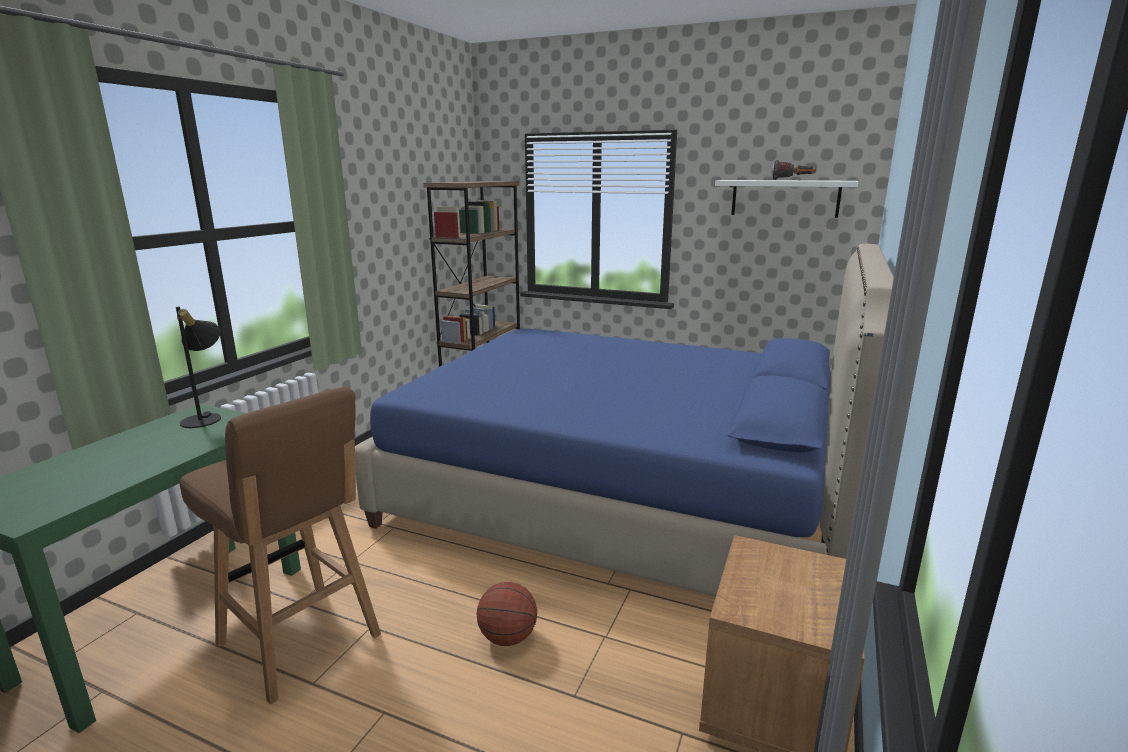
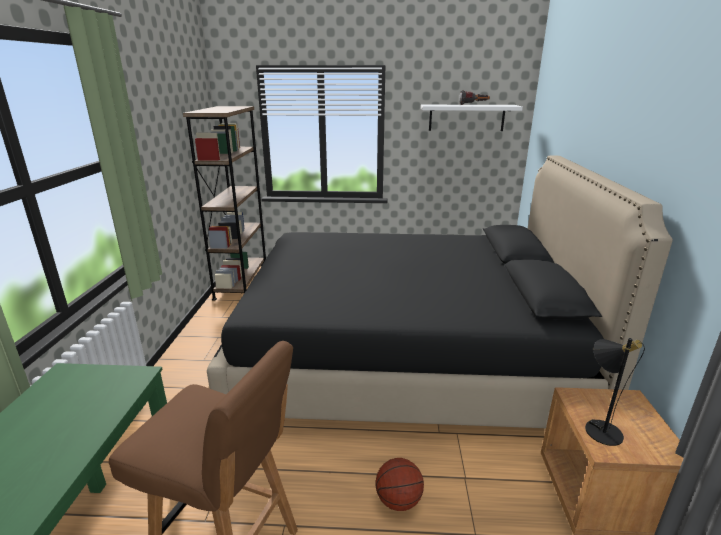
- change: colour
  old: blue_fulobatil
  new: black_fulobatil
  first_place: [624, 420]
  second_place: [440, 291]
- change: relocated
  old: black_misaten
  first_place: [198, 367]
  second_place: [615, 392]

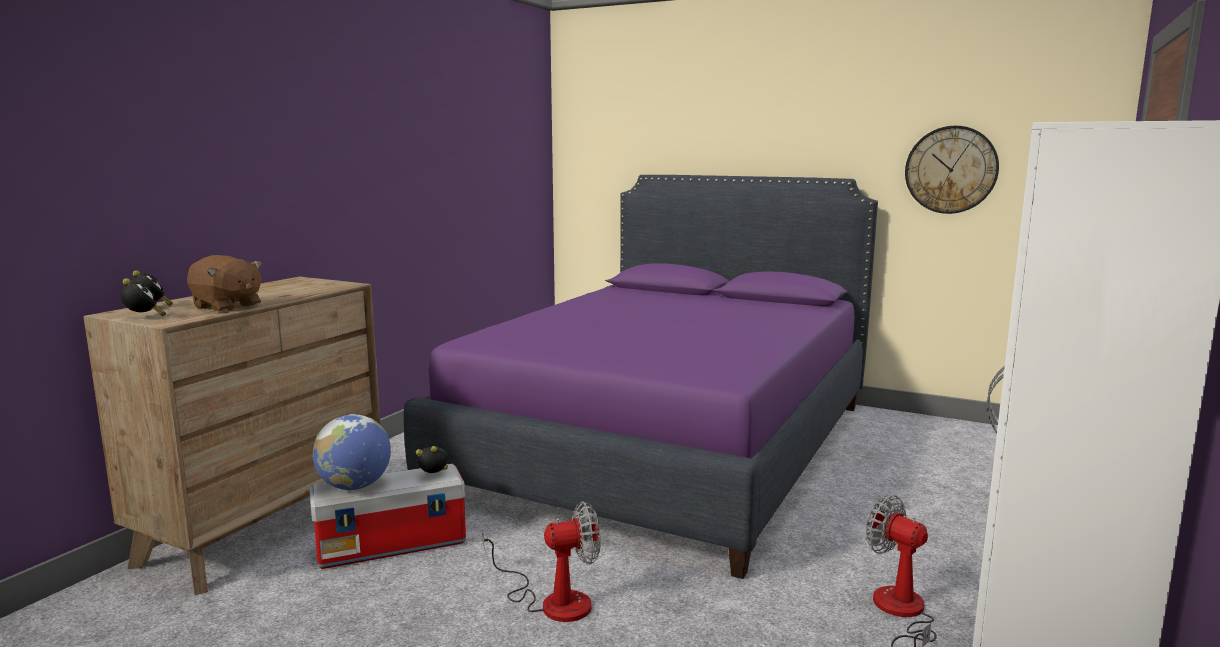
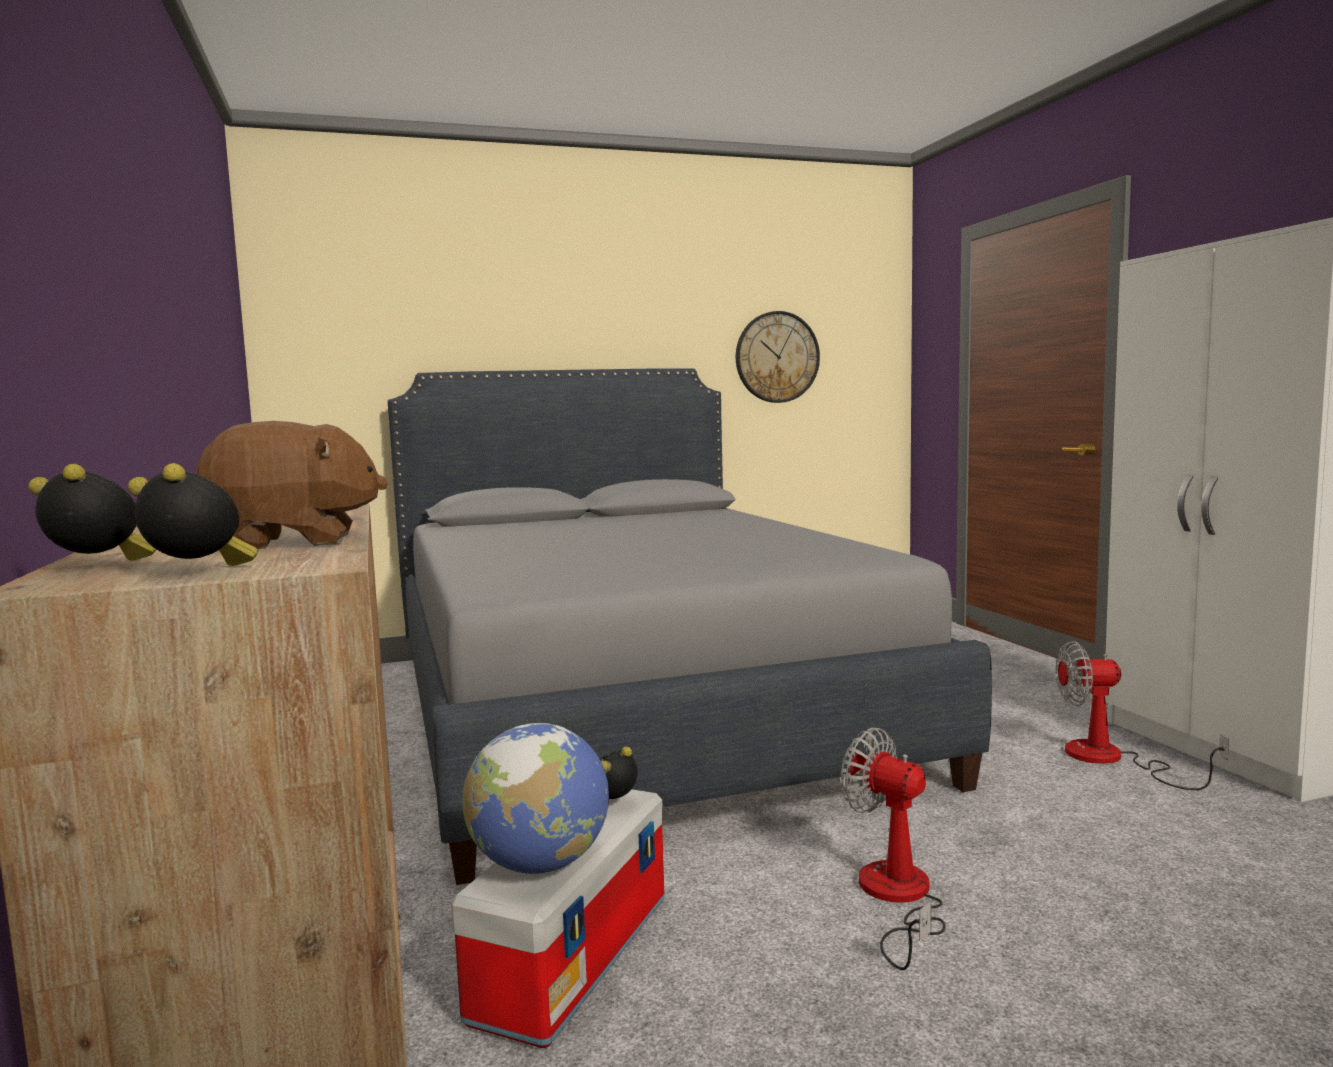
- change: colour
  old: purple_fulobatil
  new: grey_fulobatil
  first_place: [641, 377]
  second_place: [690, 627]
- change: spun
  old: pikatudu
  first_place: [541, 561]
  second_place: [892, 849]
  degrees: -75

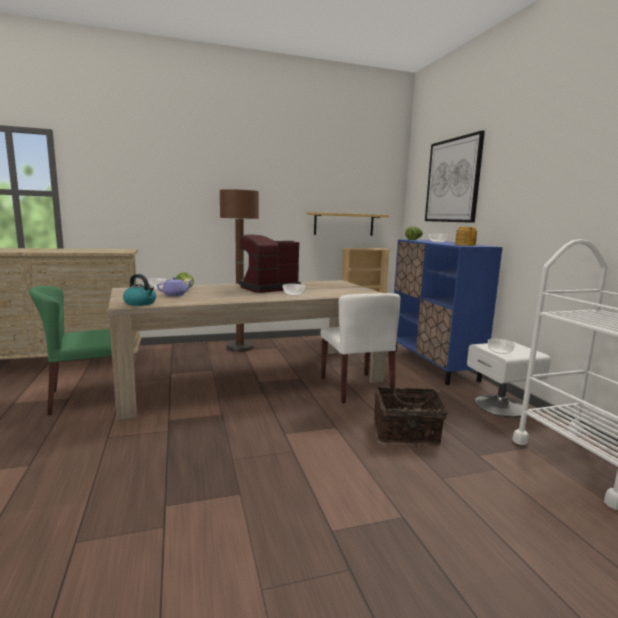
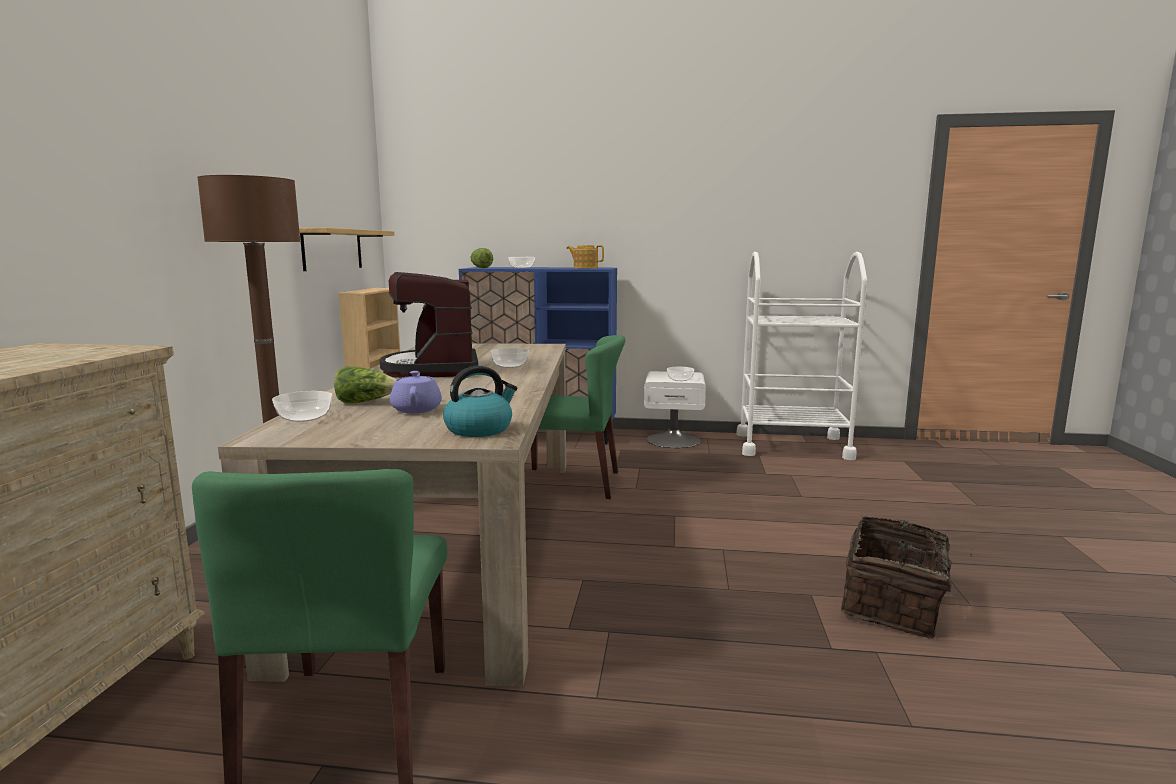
- change: colour
  old: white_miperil
  new: green_miperil
  first_place: [360, 348]
  second_place: [578, 417]
- change: relocated
  old: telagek
  first_place: [410, 415]
  second_place: [907, 577]
- change: missing
  old: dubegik
  first_place: [455, 177]

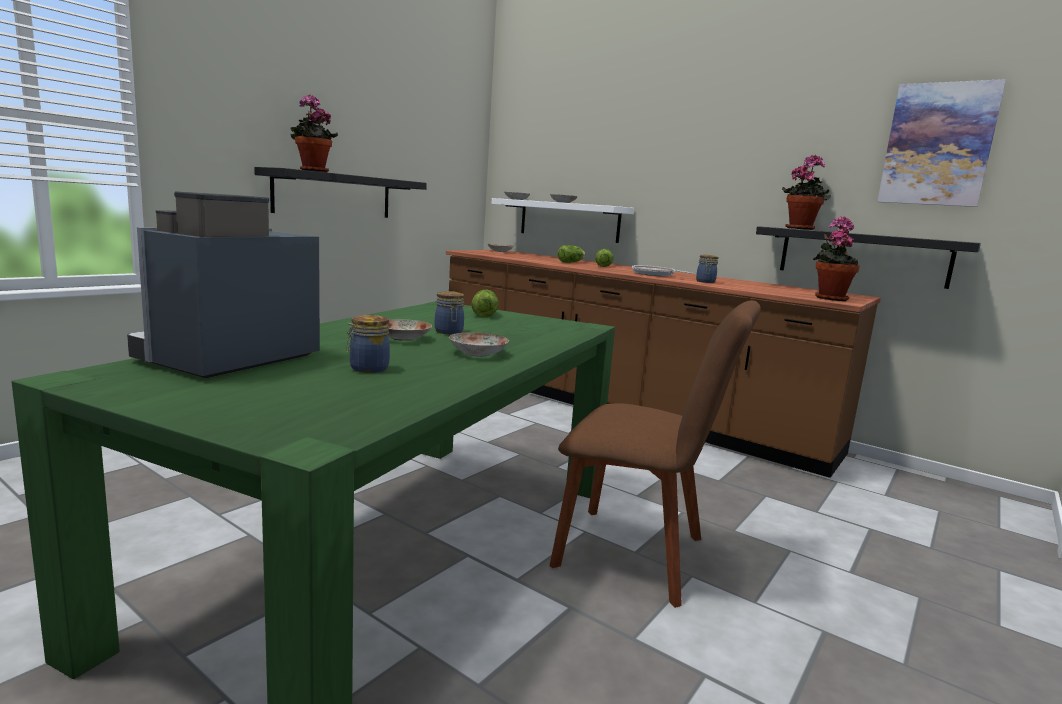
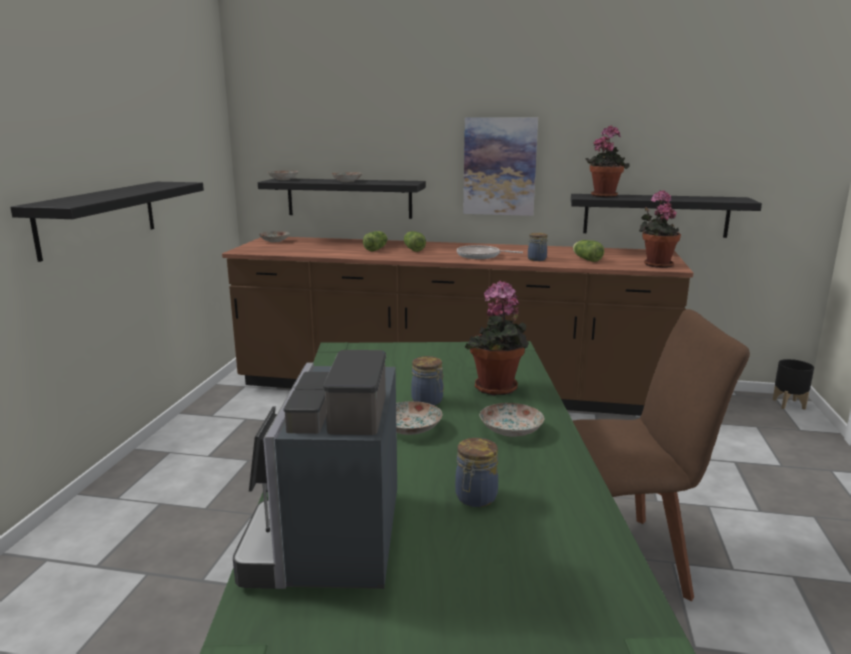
- change: colour
  old: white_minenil
  new: black_minenil
  first_place: [562, 220]
  second_place: [342, 198]
- change: relocated
  old: dubegik
  first_place: [941, 143]
  second_place: [500, 166]
- change: relocated
  old: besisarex
  first_place: [314, 133]
  second_place: [497, 337]
- change: relocated
  old: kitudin
  first_place: [485, 303]
  second_place: [588, 251]
- change: appeared
  new: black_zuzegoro
  second_place: [793, 384]

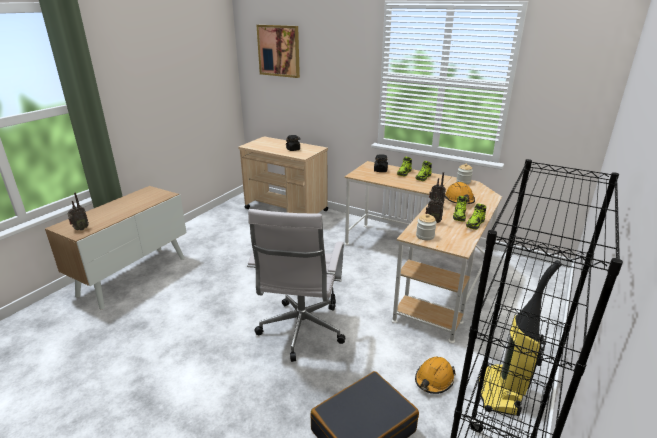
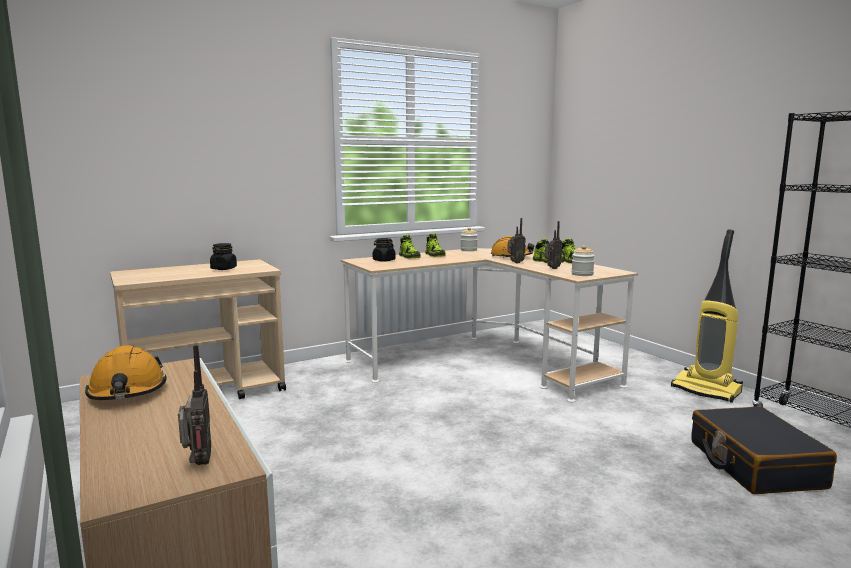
- change: relocated
  old: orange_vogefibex
  first_place: [435, 375]
  second_place: [126, 372]
- change: missing
  old: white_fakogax
  first_place: [296, 285]
- change: missing
  old: dubegik
  first_place: [278, 51]

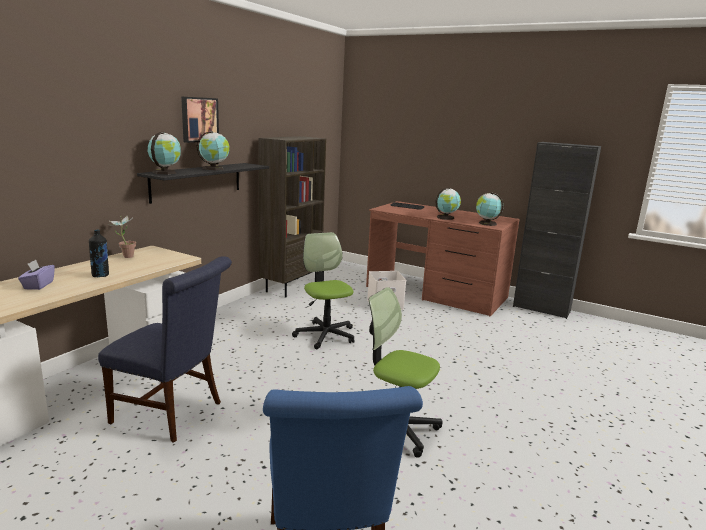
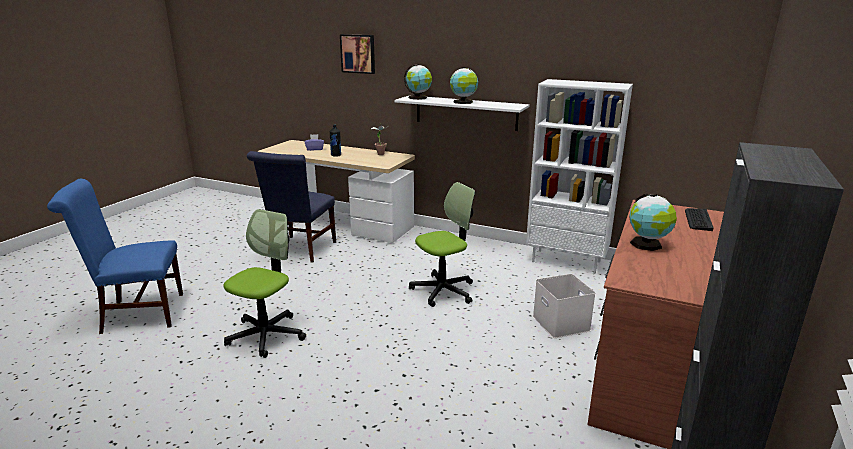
- change: relocated
  old: dubegik
  first_place: [200, 120]
  second_place: [357, 54]
- change: colour
  old: black_minenil
  new: white_minenil
  first_place: [203, 183]
  second_place: [461, 113]
- change: colour
  old: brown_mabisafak
  new: white_mabisafak
  first_place: [292, 217]
  second_place: [579, 176]
- change: missing
  old: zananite
  first_place: [490, 209]

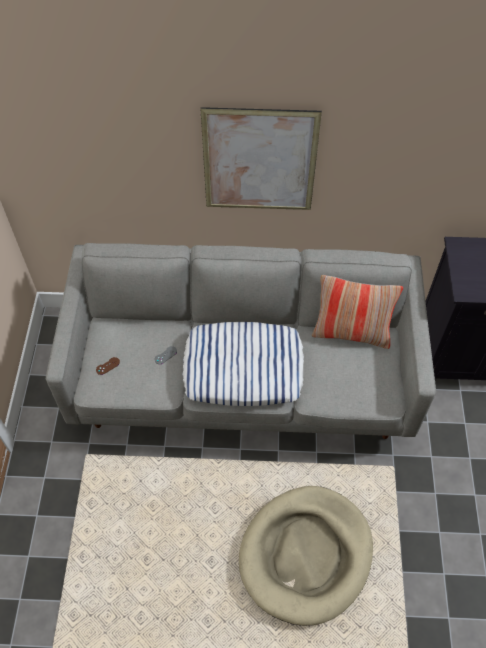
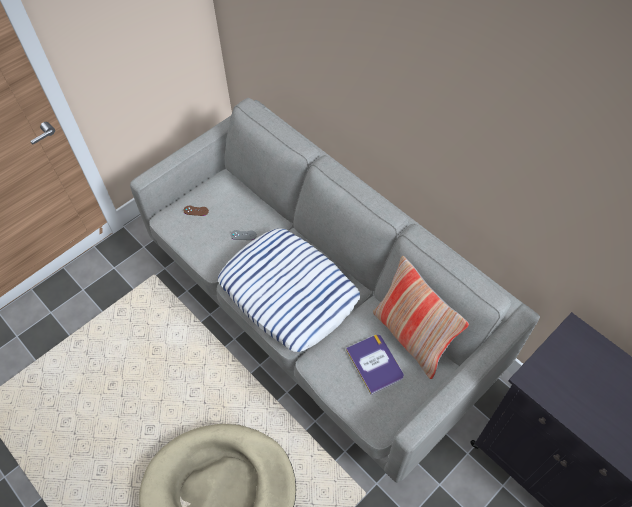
- change: appeared
  new: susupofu
  second_place: [375, 364]
- change: missing
  old: dubegik
  first_place: [261, 158]

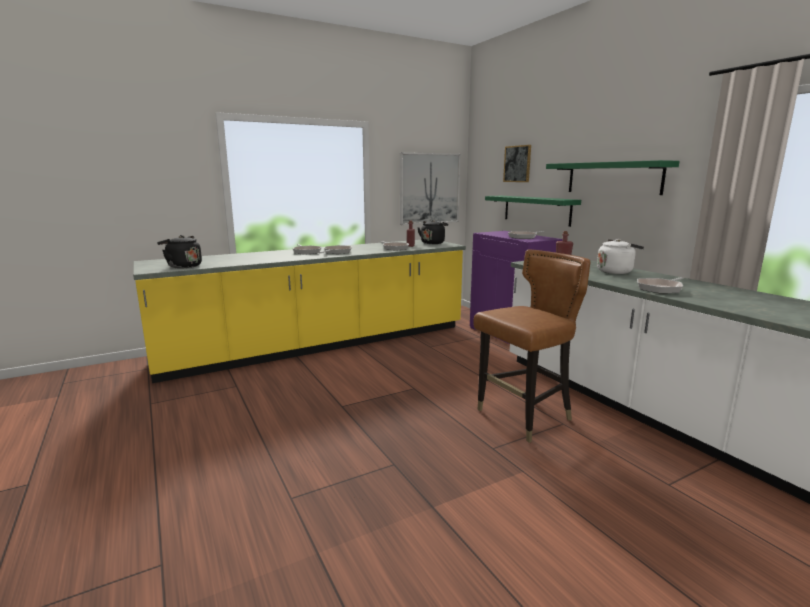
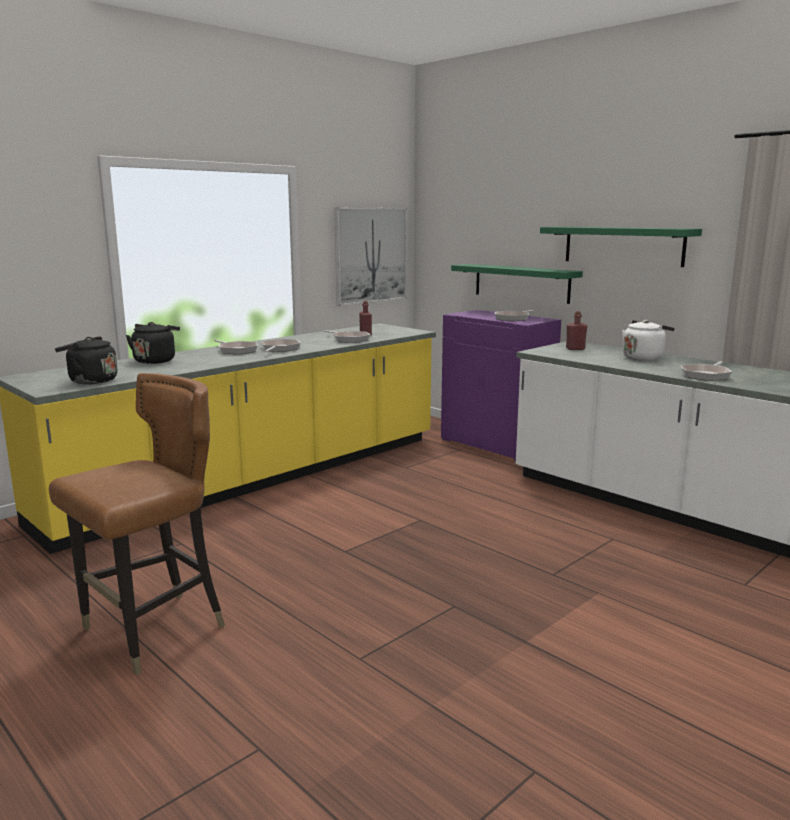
- change: relocated
  old: brown_miperil
  first_place: [531, 346]
  second_place: [137, 524]
- change: relocated
  old: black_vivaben
  first_place: [432, 232]
  second_place: [153, 343]
- change: missing
  old: dubegik
  first_place: [517, 163]

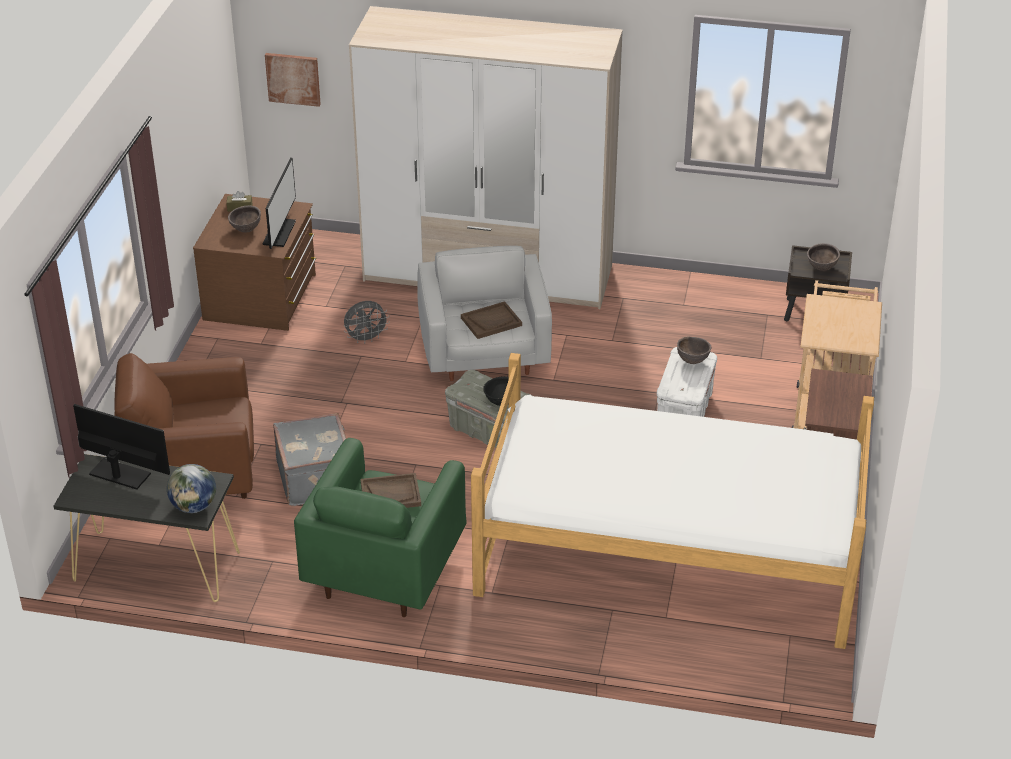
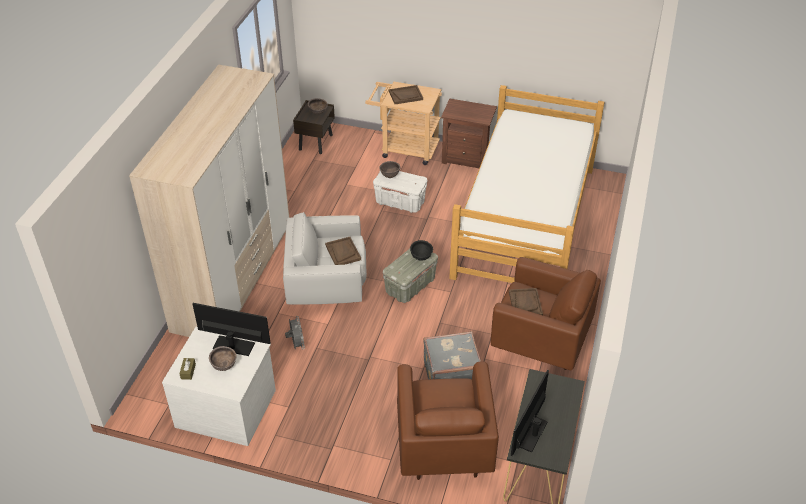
- change: colour
  old: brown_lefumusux
  new: white_lefumusux
  first_place: [254, 262]
  second_place: [219, 386]
- change: appeared
  new: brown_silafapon
  second_place: [406, 94]
- change: colour
  old: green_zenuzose
  new: brown_zenuzose
  first_place: [380, 527]
  second_place: [546, 313]
- change: missing
  old: zananite
  first_place: [191, 488]
- change: missing
  old: dubegik
  first_place: [293, 80]

